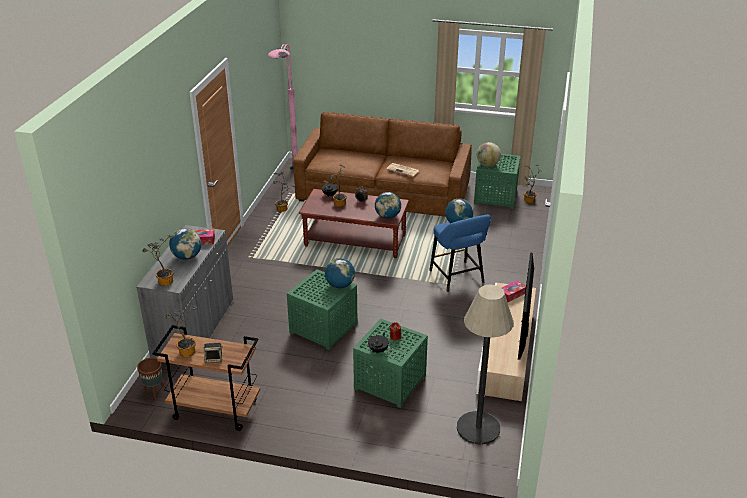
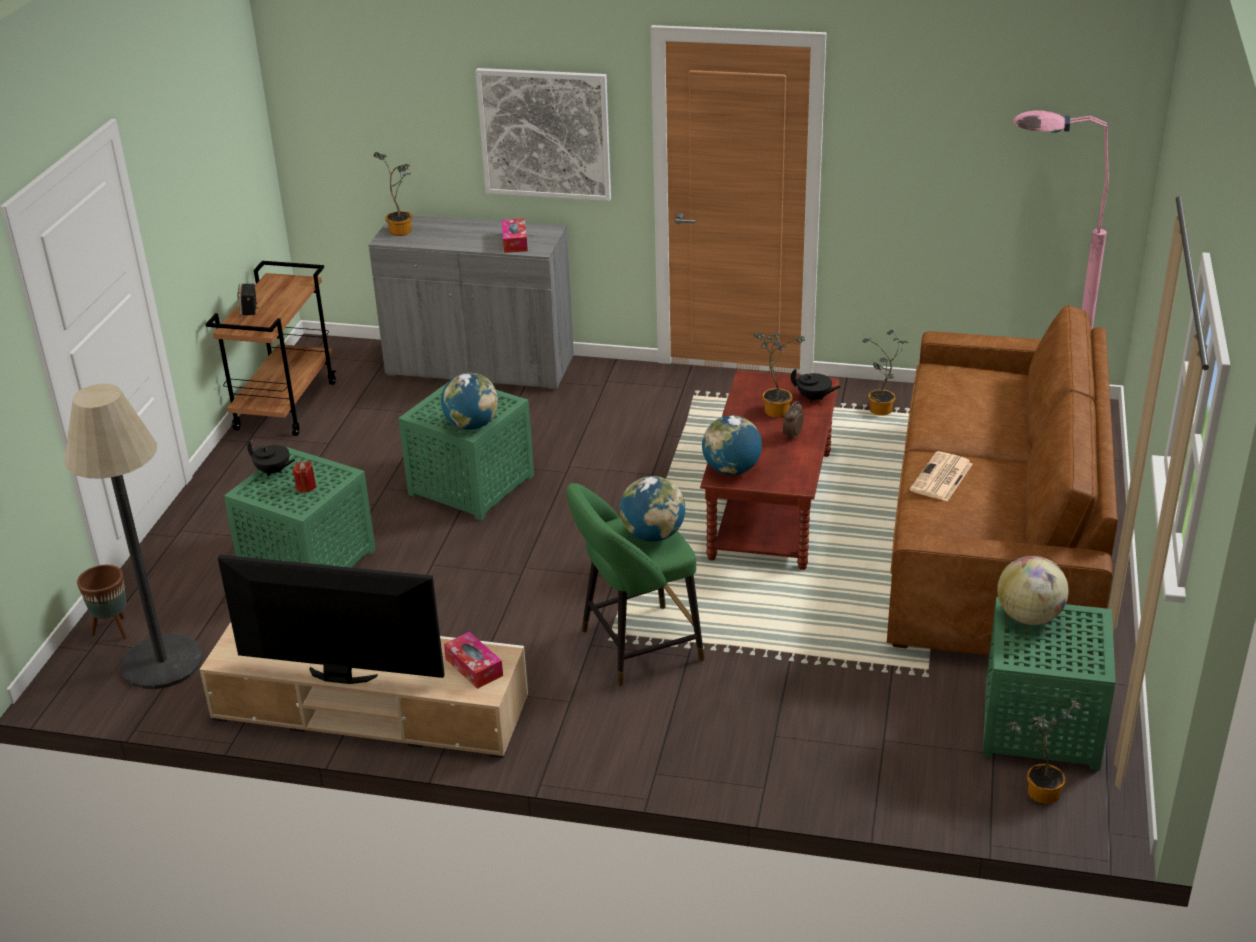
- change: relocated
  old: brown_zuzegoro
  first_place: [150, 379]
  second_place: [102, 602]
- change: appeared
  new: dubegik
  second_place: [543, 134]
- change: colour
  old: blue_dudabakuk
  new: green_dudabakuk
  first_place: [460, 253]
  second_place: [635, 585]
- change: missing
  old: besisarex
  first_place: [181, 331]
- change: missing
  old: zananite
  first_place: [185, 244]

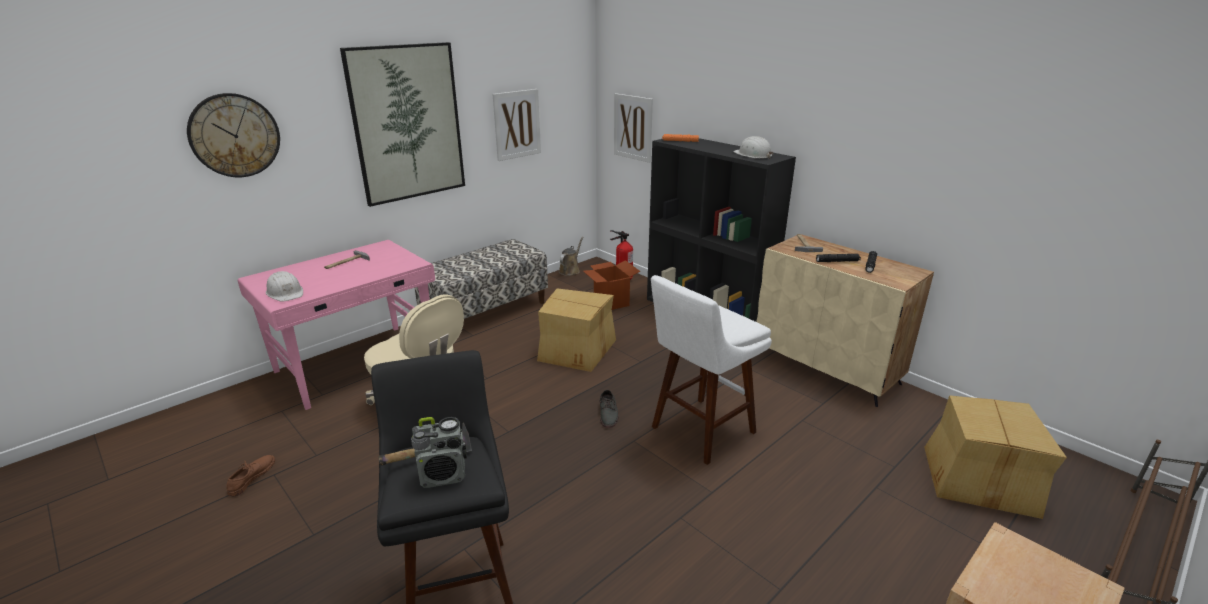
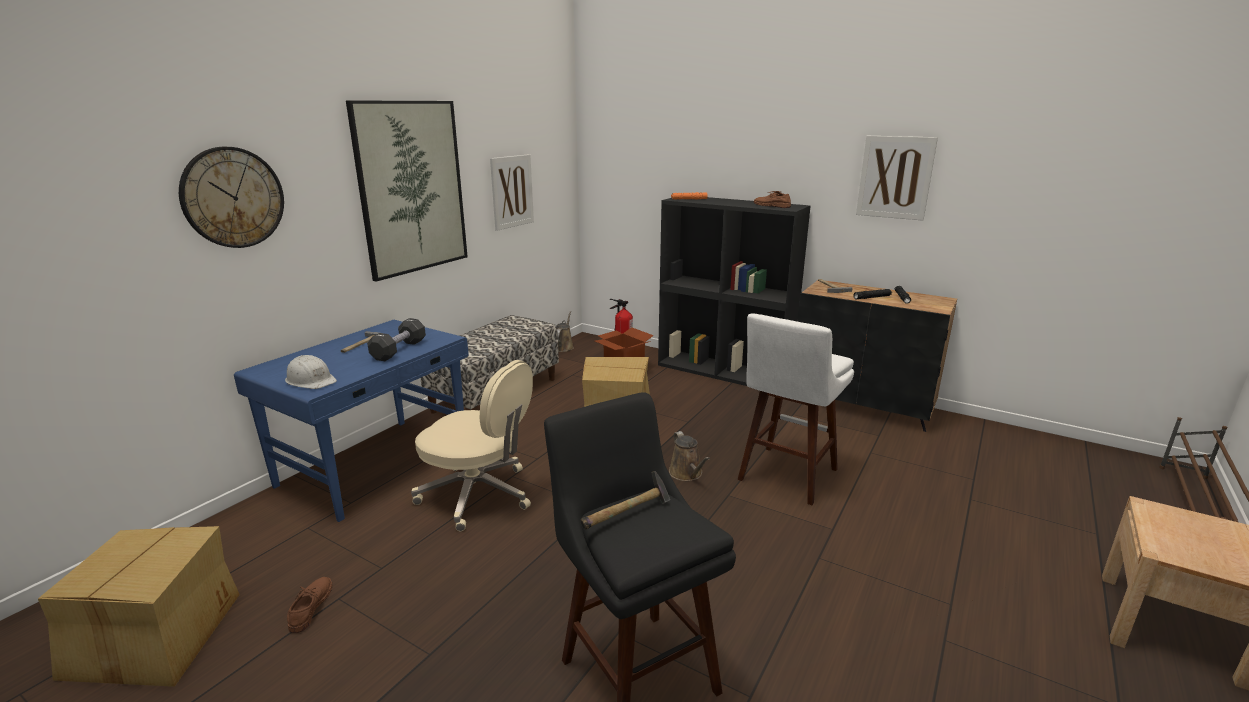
- change: relocated
  old: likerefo
  first_place: [995, 457]
  second_place: [139, 606]
- change: colour
  old: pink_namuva
  new: blue_namuva
  first_place: [336, 325]
  second_place: [351, 421]
- change: appeared
  new: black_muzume
  second_place: [396, 339]
- change: exchanged
  old: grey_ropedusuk
  new: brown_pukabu
  first_place: [609, 409]
  second_place: [689, 456]
- change: exchanged
  old: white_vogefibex
  new: brown_ropedusuk
  first_place: [753, 147]
  second_place: [772, 199]
- change: colour
  old: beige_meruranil
  new: black_meruranil
  first_place: [845, 320]
  second_place: [877, 356]
- change: relocated
  old: dubegik
  first_place: [633, 128]
  second_place: [897, 178]
- change: missing
  old: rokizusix
  first_place: [439, 452]

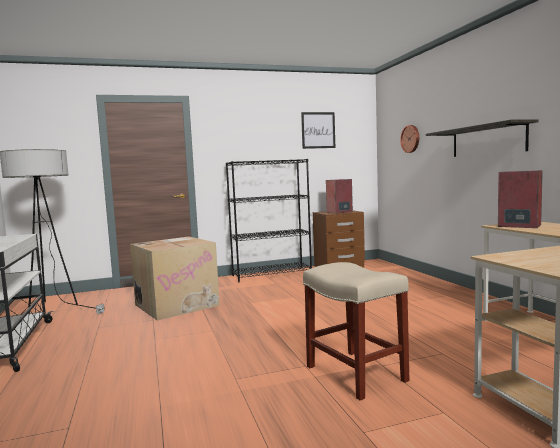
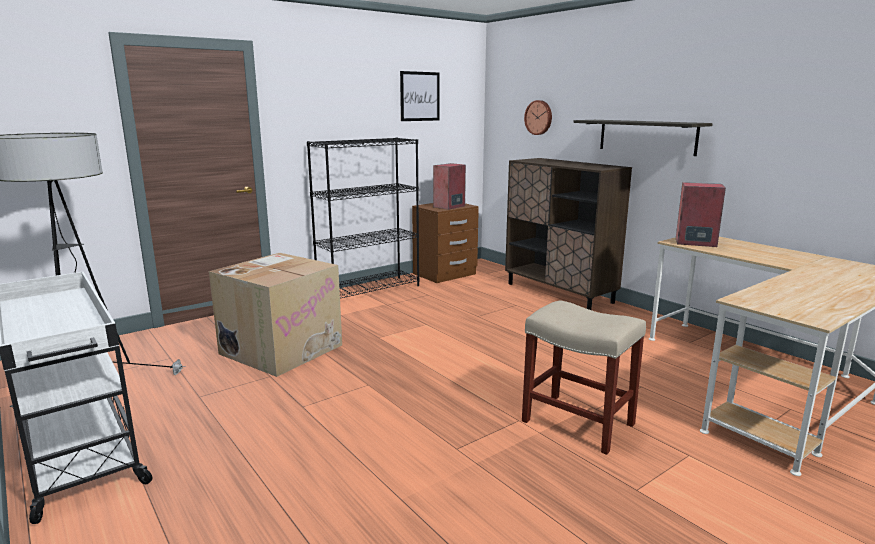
- change: appeared
  new: brown_meruranil
  second_place: [568, 234]

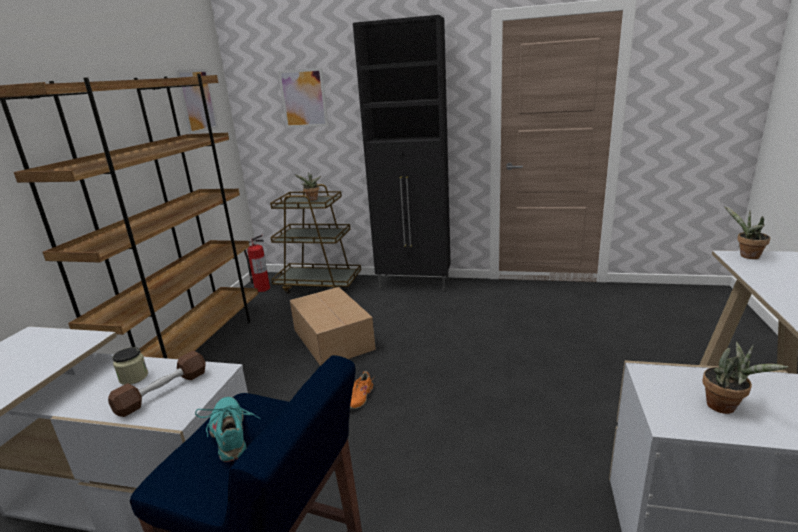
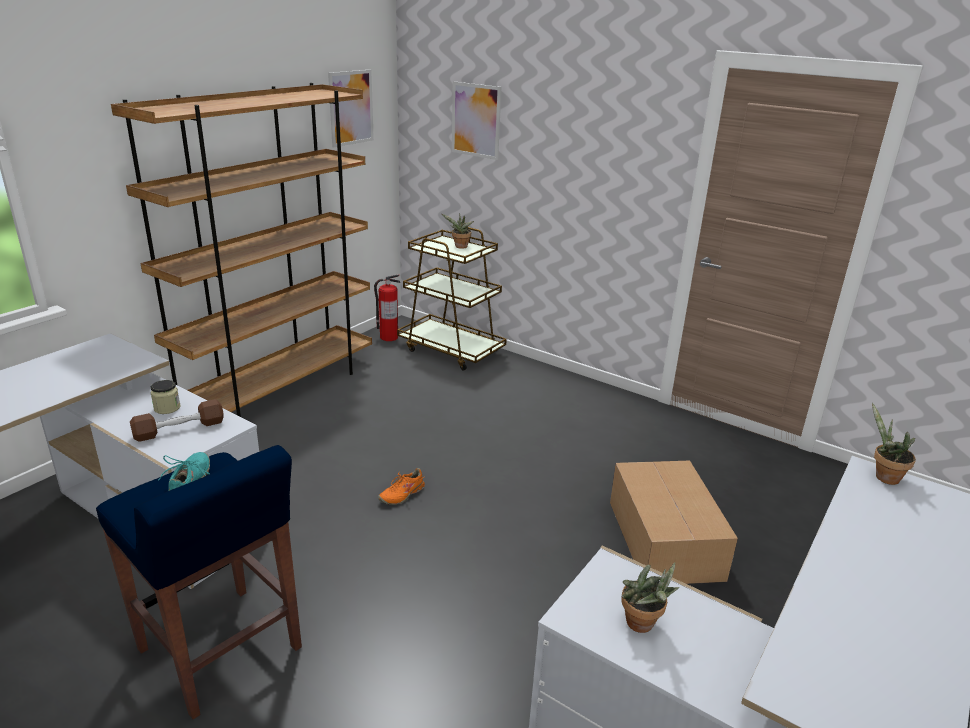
- change: relocated
  old: likerefo
  first_place: [333, 326]
  second_place: [674, 522]
- change: missing
  old: black_meruranil
  first_place: [402, 153]

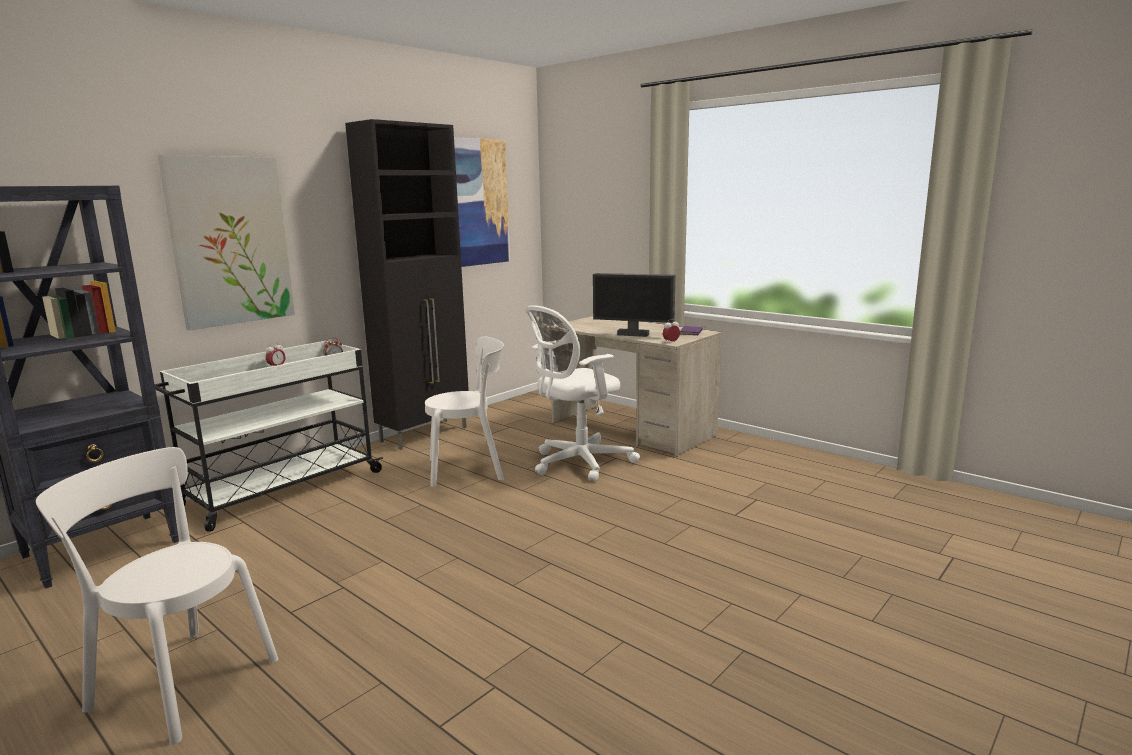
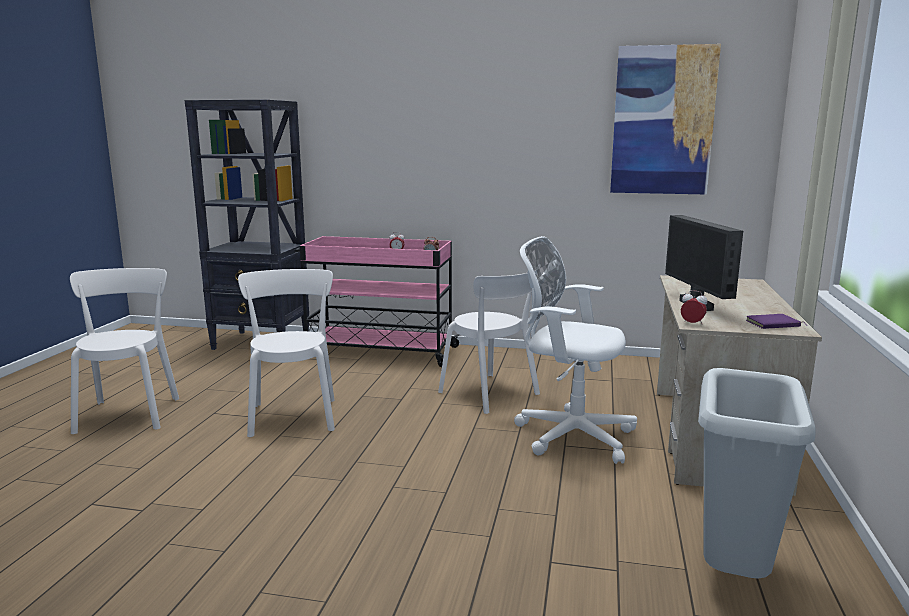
- change: appeared
  new: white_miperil
  second_place: [286, 353]
- change: colour
  old: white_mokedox
  new: pink_mokedox
  first_place: [269, 436]
  second_place: [377, 301]
- change: appeared
  new: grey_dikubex
  second_place: [757, 473]
- change: missing
  old: dubegik
  first_place: [226, 242]
- change: missing
  old: black_meruranil
  first_place: [407, 284]

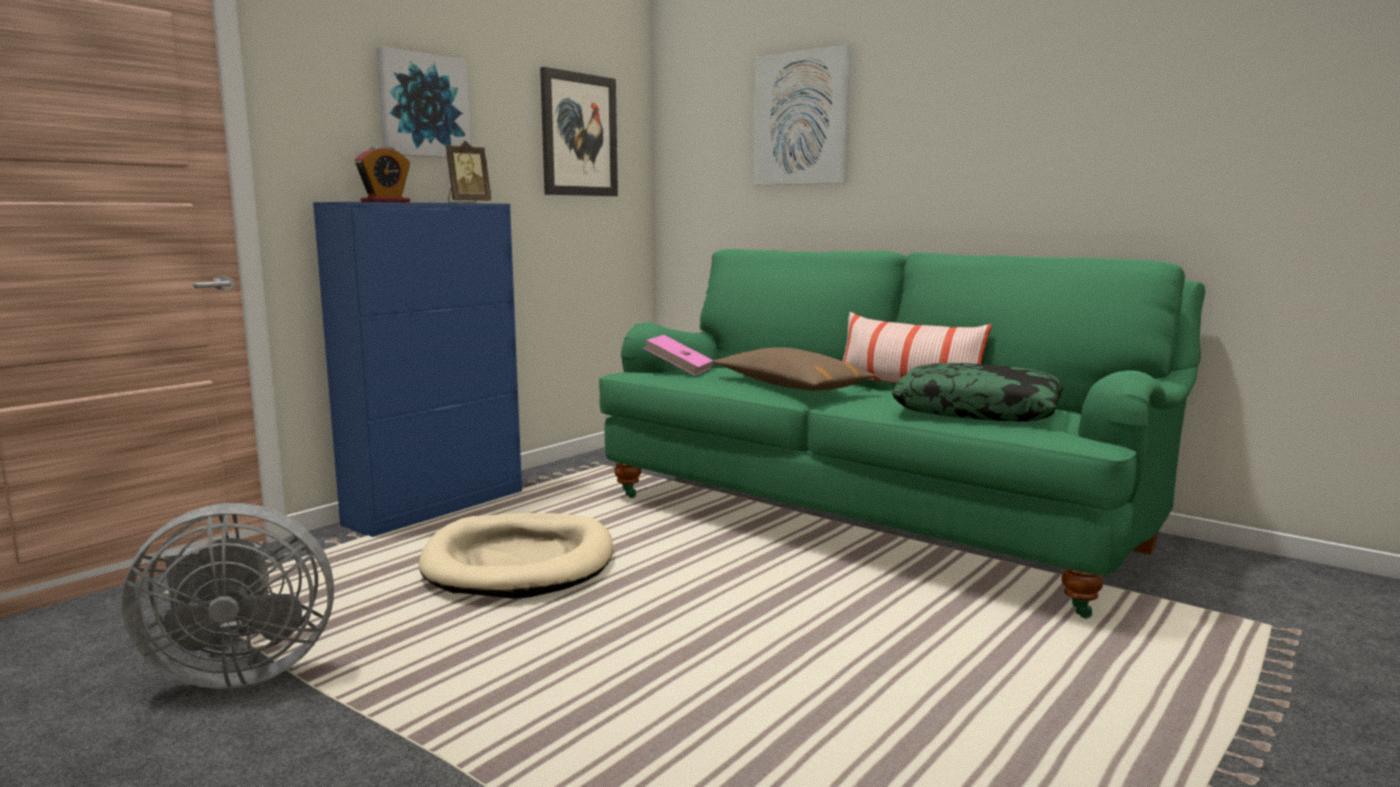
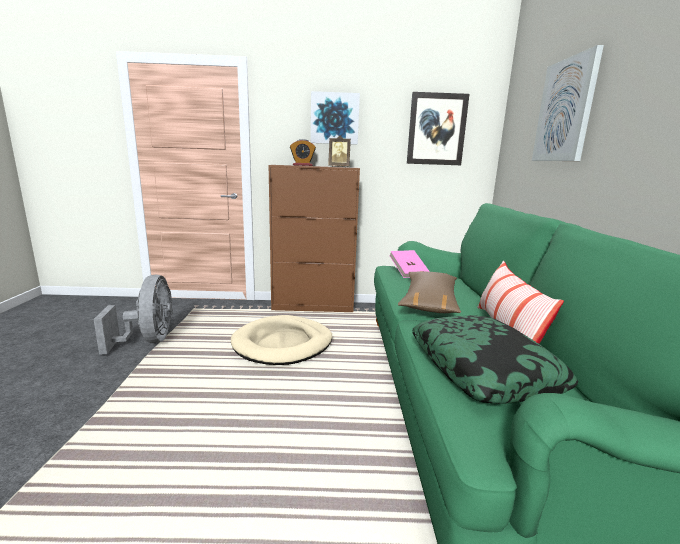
- change: spun
  old: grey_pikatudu
  first_place: [228, 596]
  second_place: [133, 315]
  degrees: -135
- change: colour
  old: blue_meruranil
  new: brown_meruranil
  first_place: [417, 369]
  second_place: [314, 238]

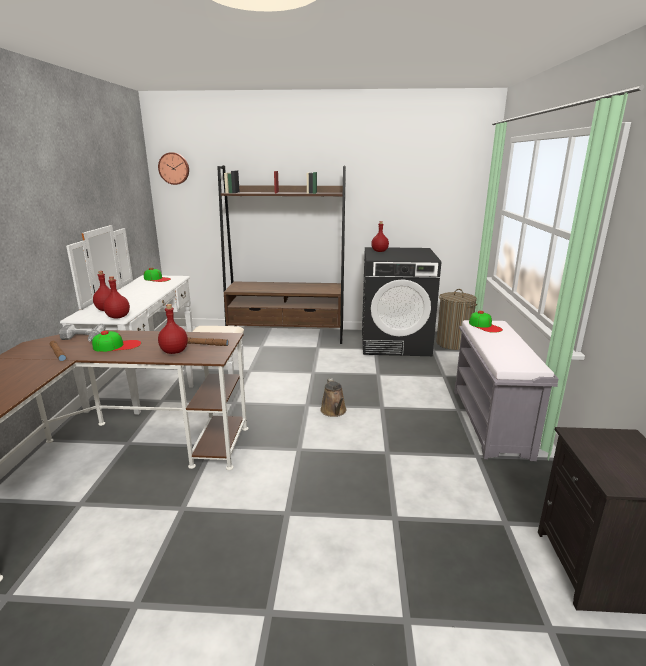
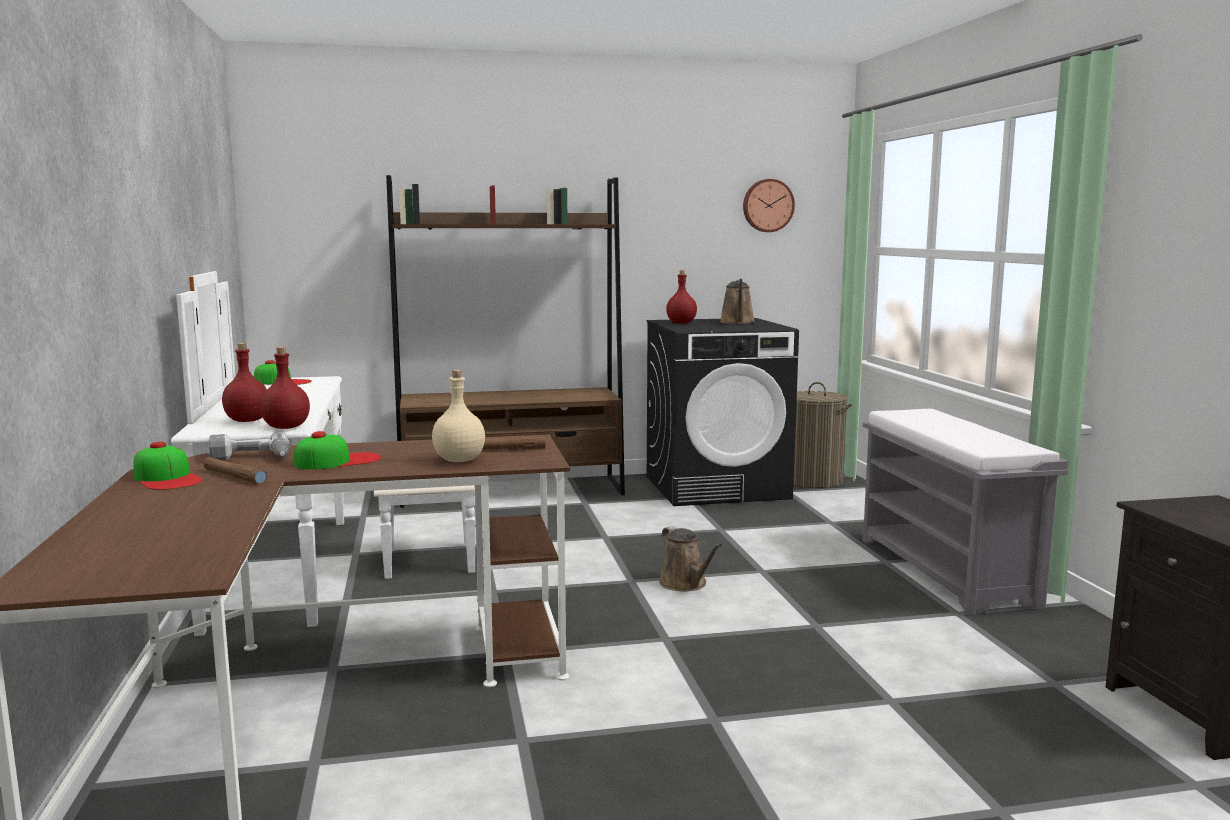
- change: relocated
  old: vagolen
  first_place: [486, 322]
  second_place: [168, 466]
- change: colour
  old: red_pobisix
  new: beige_pobisix
  first_place: [173, 329]
  second_place: [458, 416]
- change: appeared
  new: brown_pukabu
  second_place: [737, 301]
- change: relocated
  old: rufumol
  first_place: [173, 168]
  second_place: [769, 205]

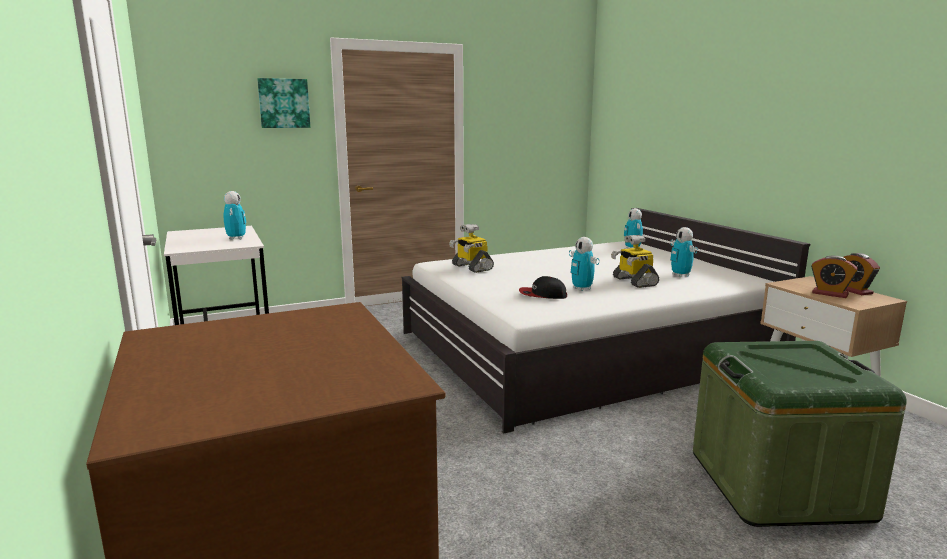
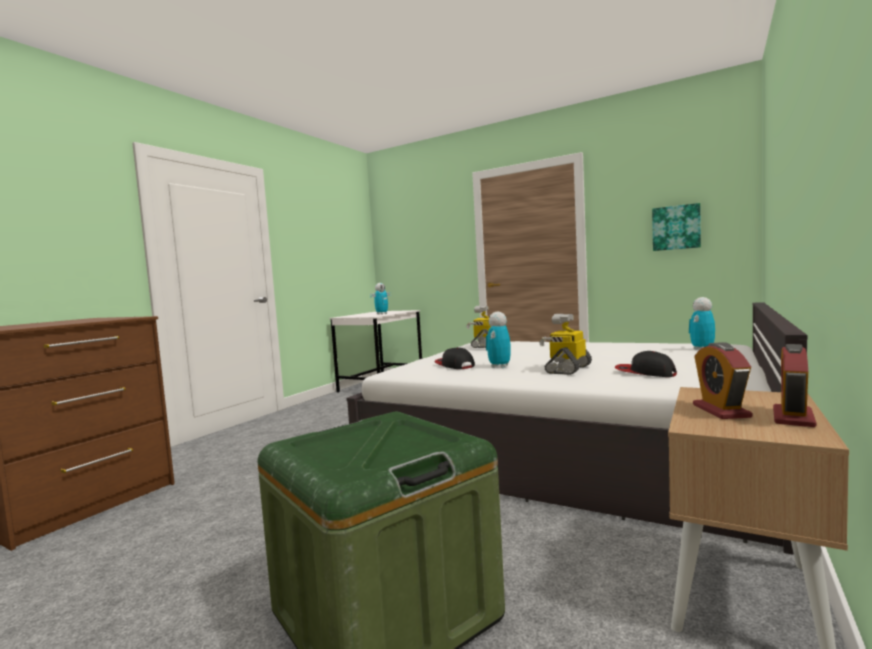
- change: exchanged
  old: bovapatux
  new: vagolen
  first_place: [684, 252]
  second_place: [646, 364]
- change: relocated
  old: dubegik
  first_place: [283, 103]
  second_place: [676, 227]

